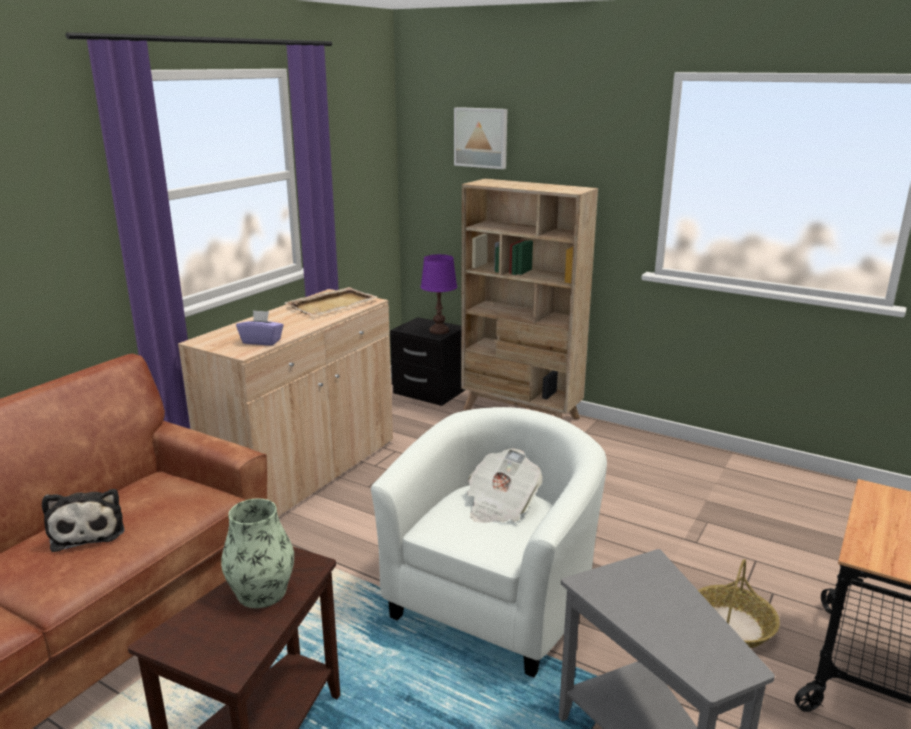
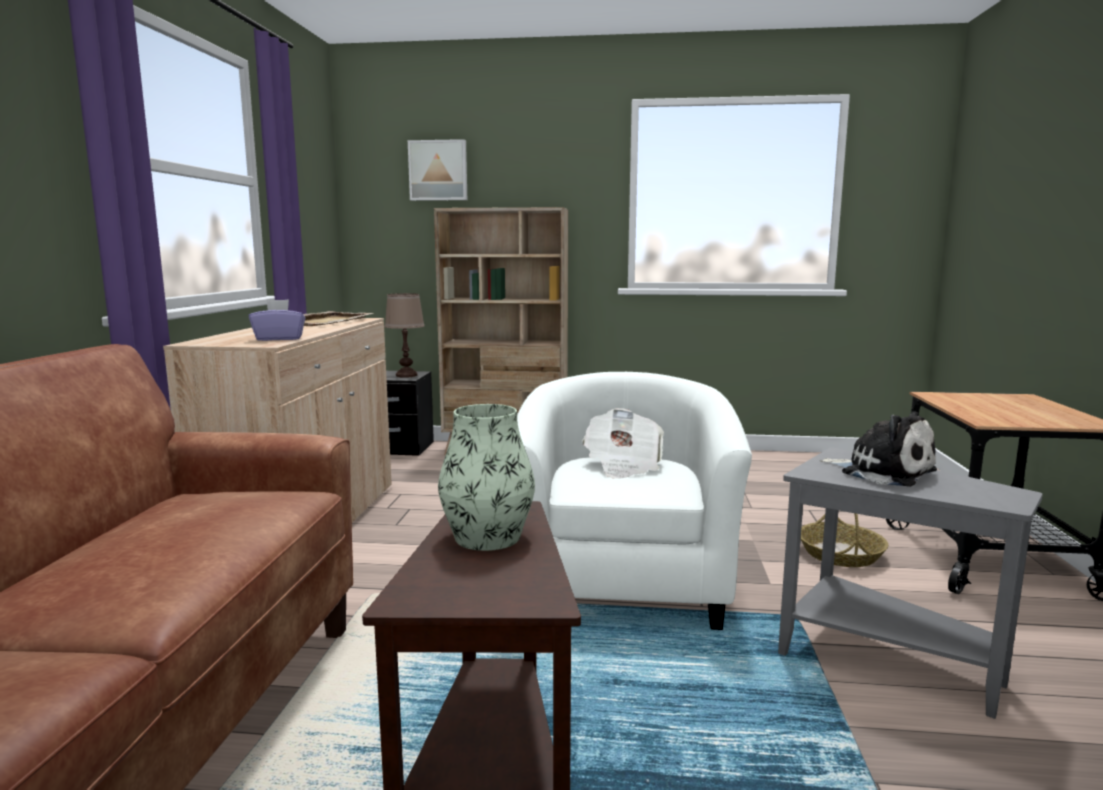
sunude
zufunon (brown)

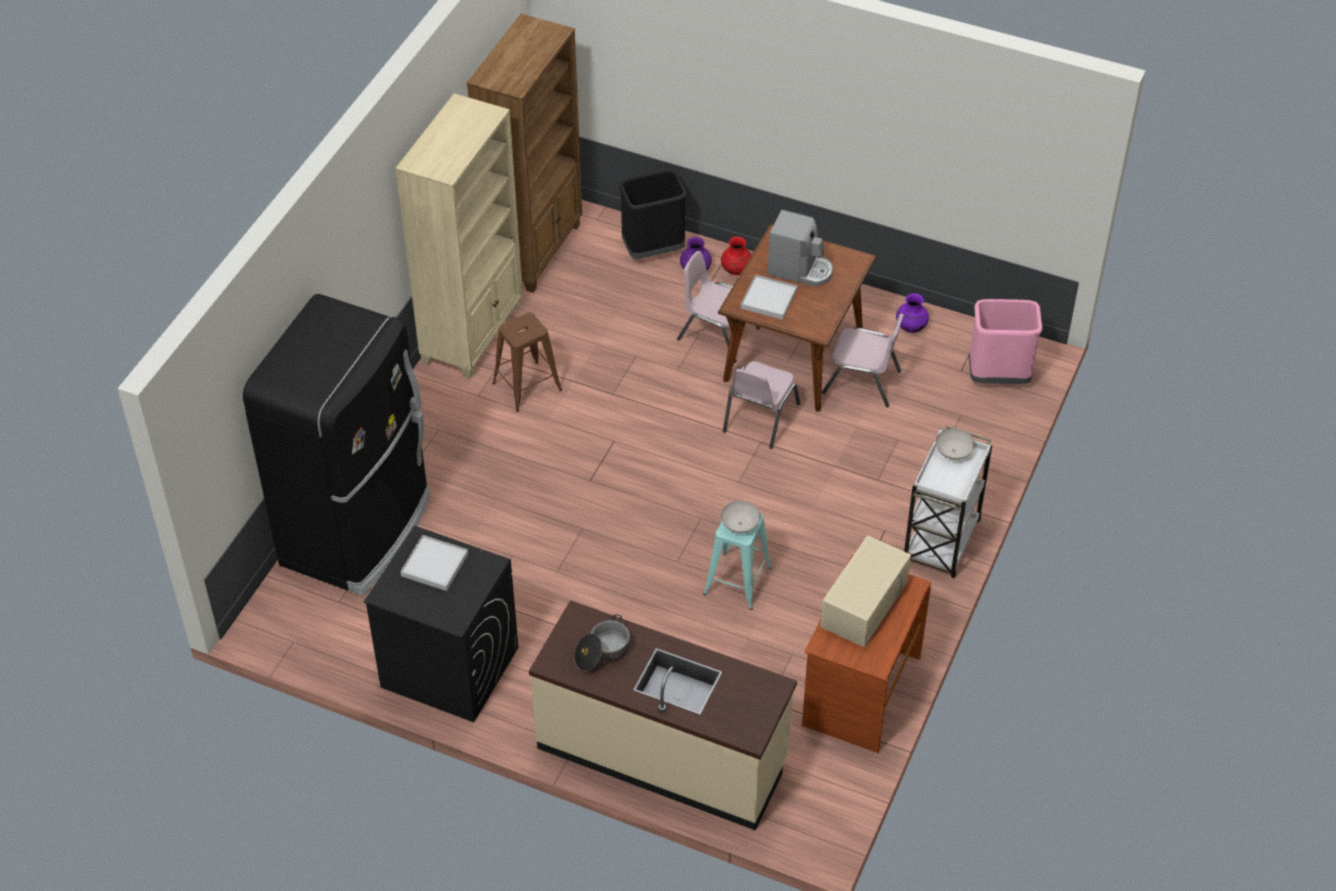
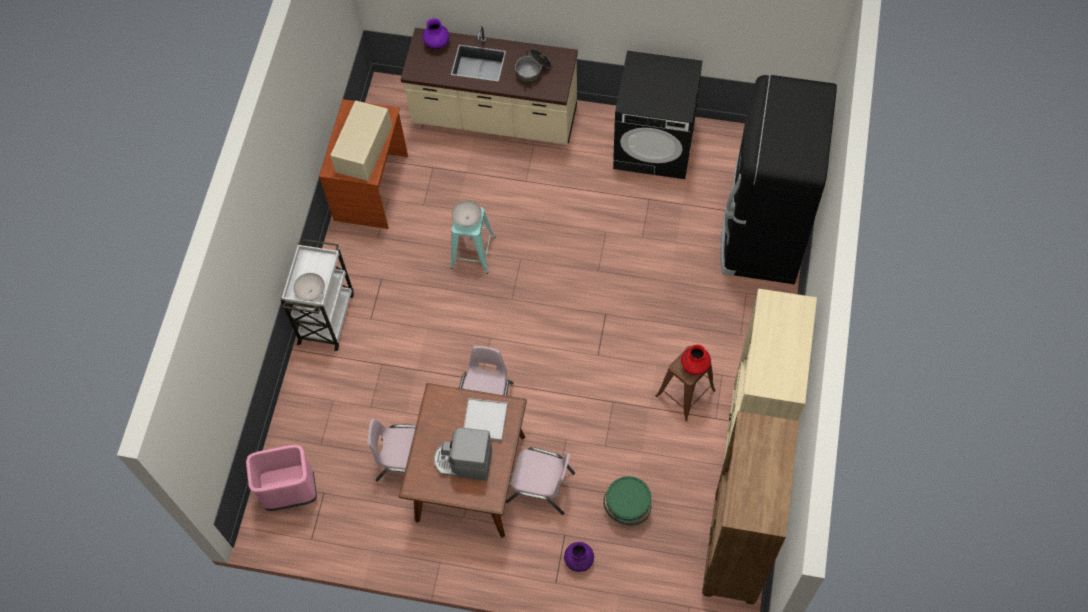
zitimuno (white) (no. 1 from left in the first image)
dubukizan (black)
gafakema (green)
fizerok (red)
fizerok (purple) (no. 1 from left)

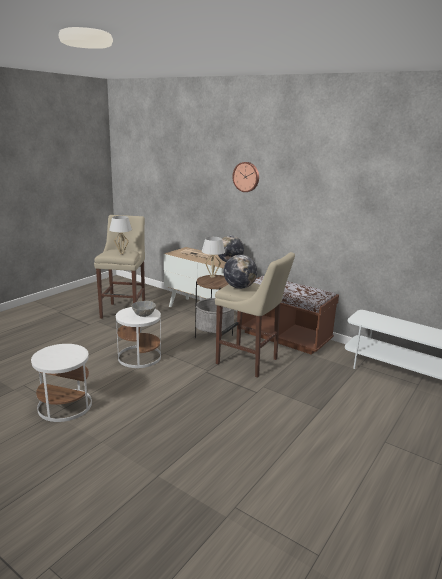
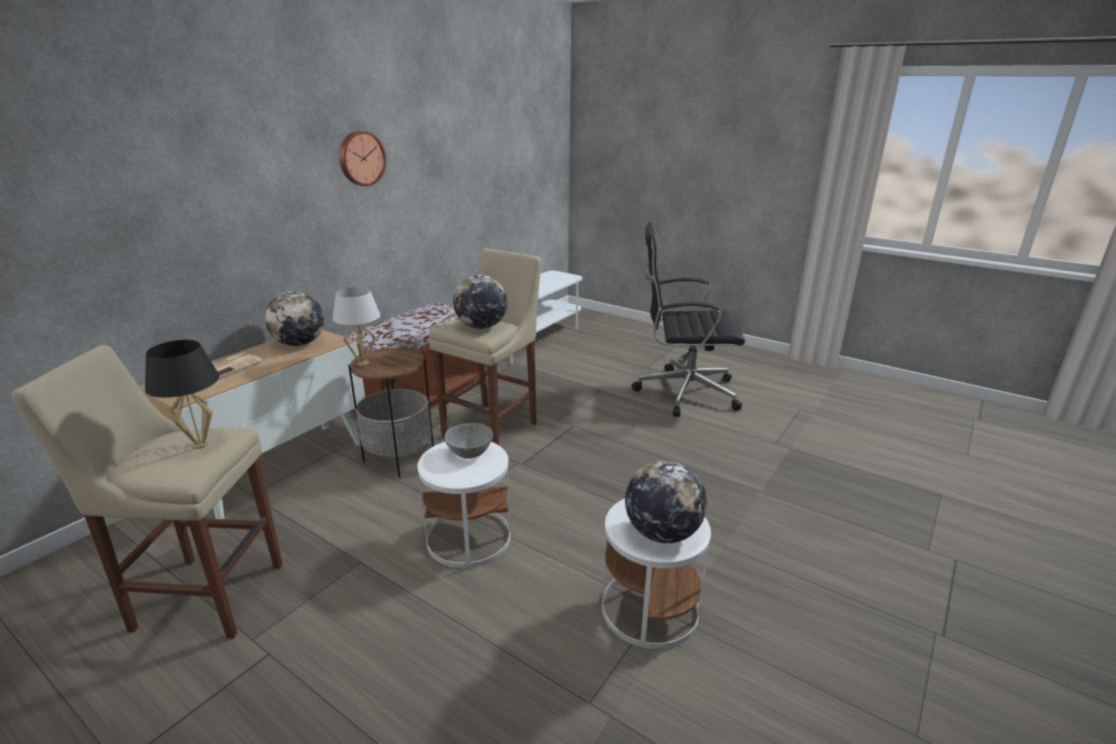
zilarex (no. 3 from left)
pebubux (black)
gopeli
zufunon (black)

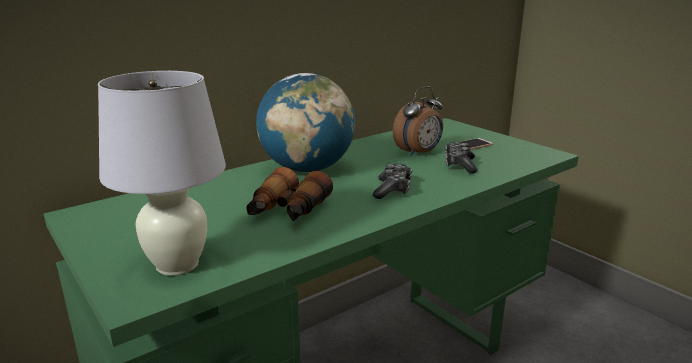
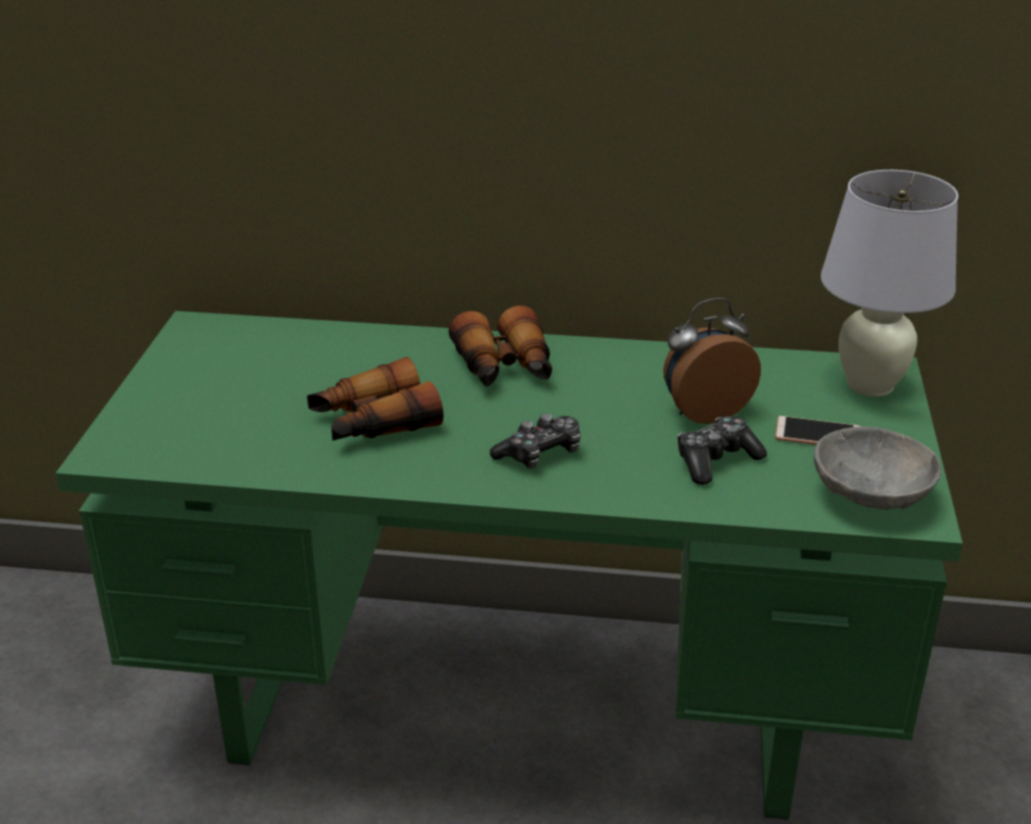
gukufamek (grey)
zufunon (white)
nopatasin (no. 2 from left)
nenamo

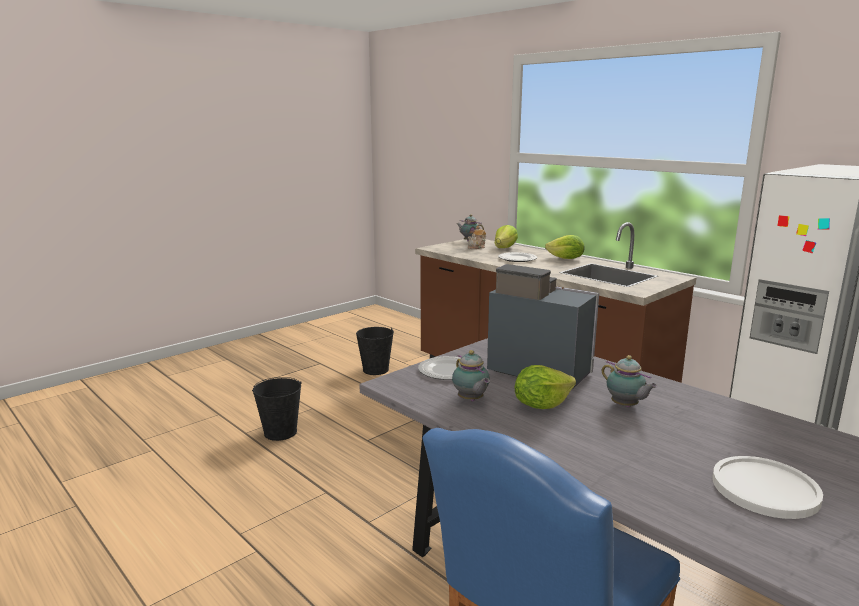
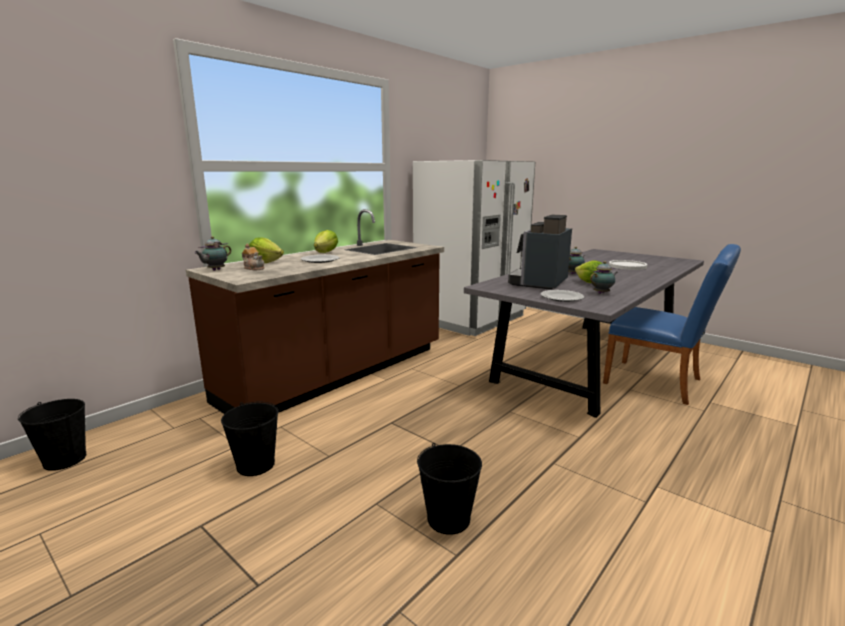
gafakema (black) (no. 1 from left)

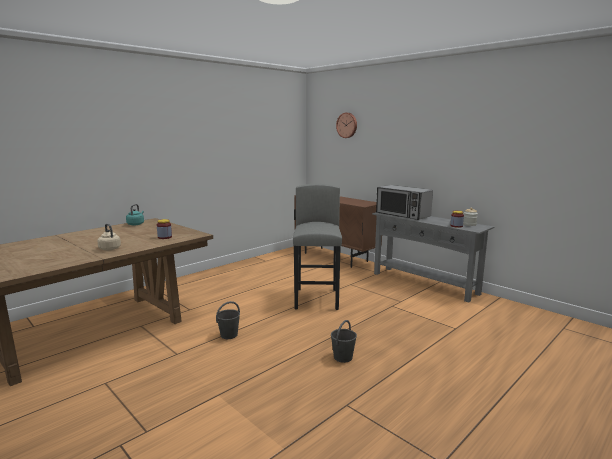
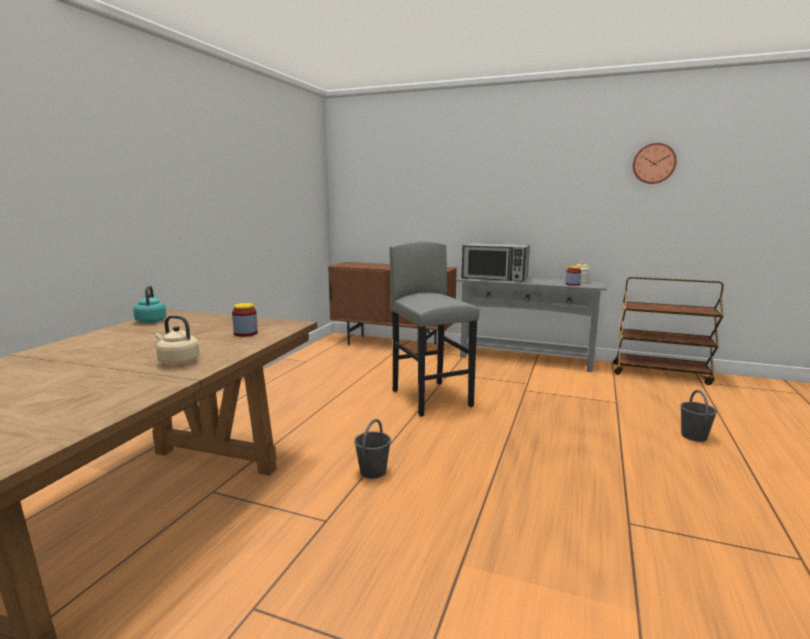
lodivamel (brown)
gafakema (grey) (no. 2 from left)
gopeli

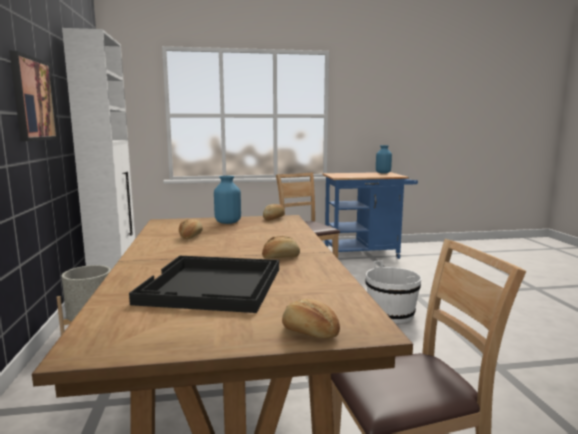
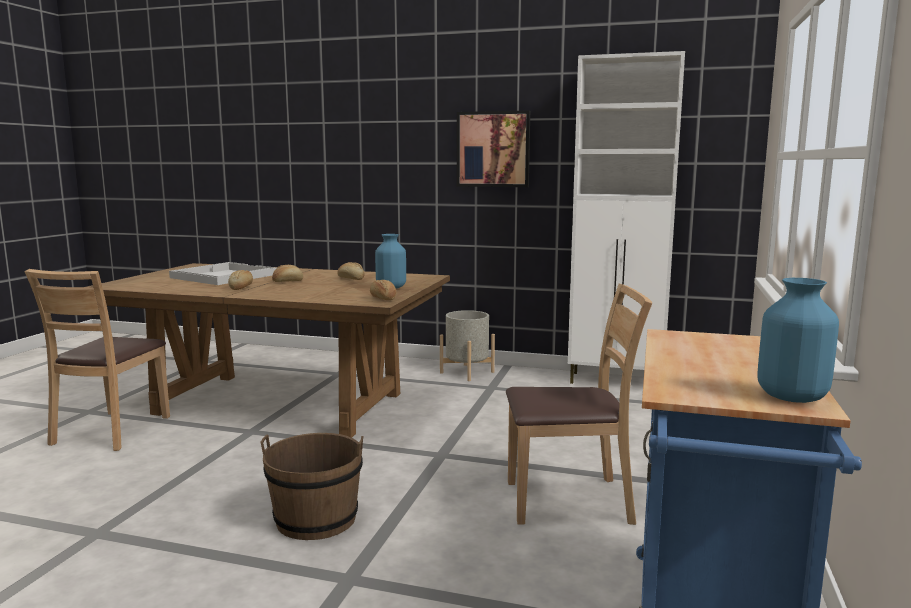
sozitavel (no. 2 from left)
zitimuno (white)
gafakema (brown)

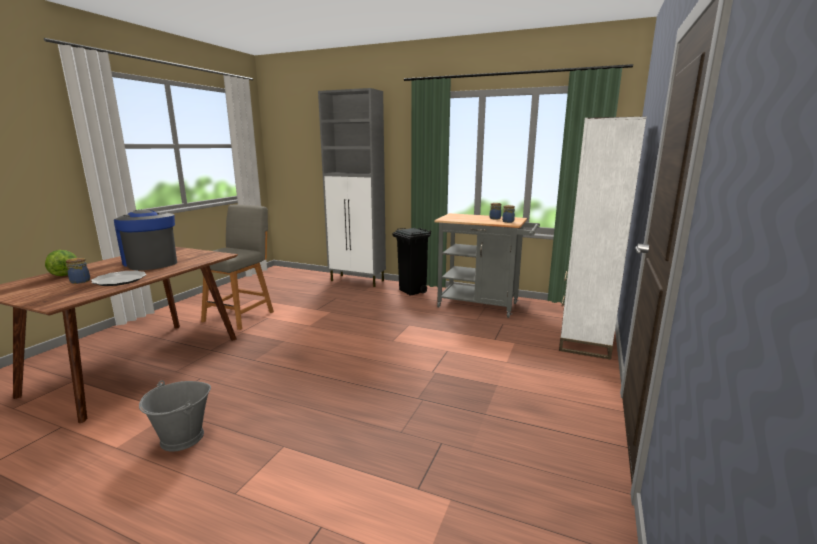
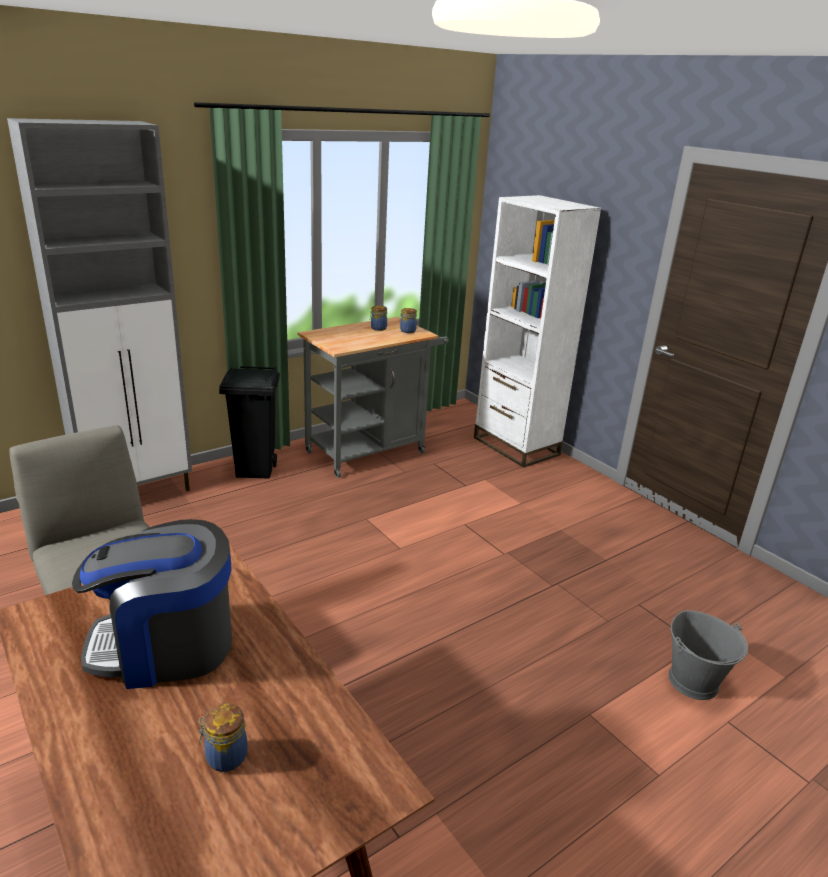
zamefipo
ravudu
gafakema (grey)

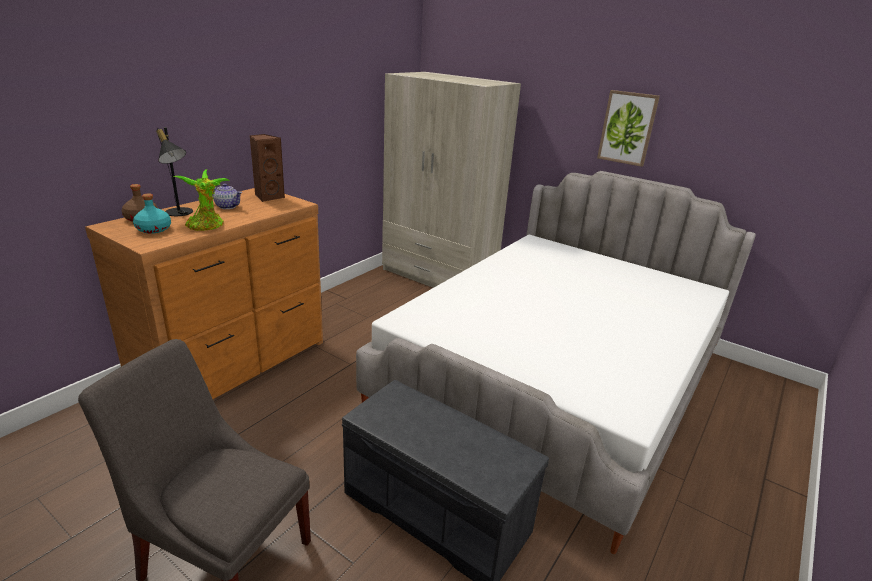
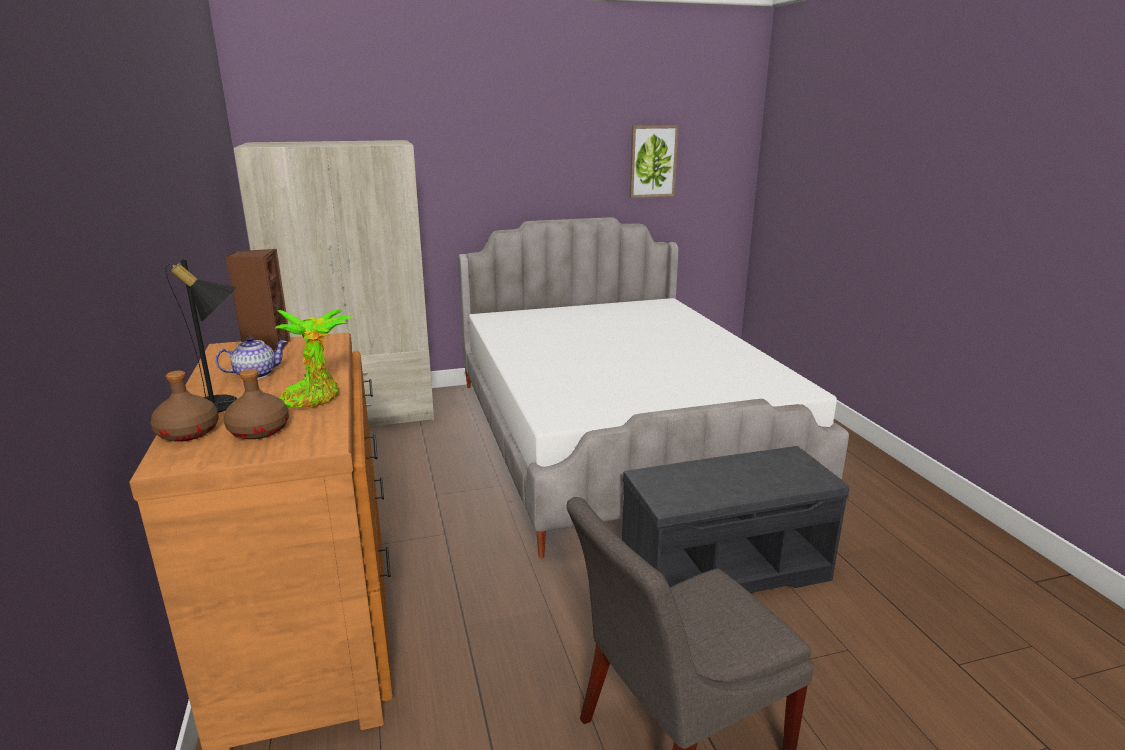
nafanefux
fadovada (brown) (no. 2 from left)

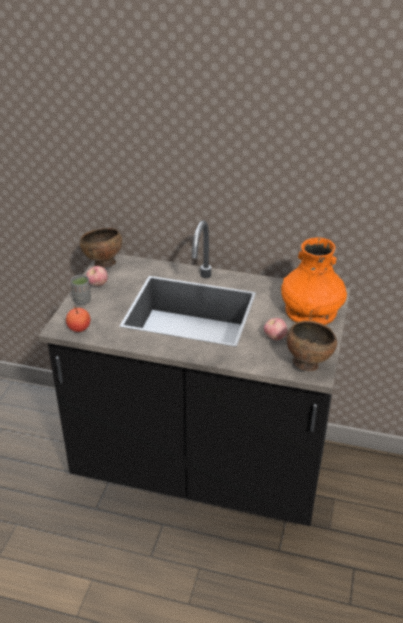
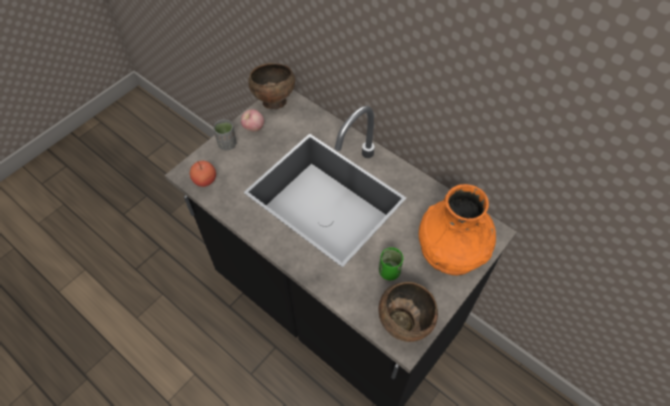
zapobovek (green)

